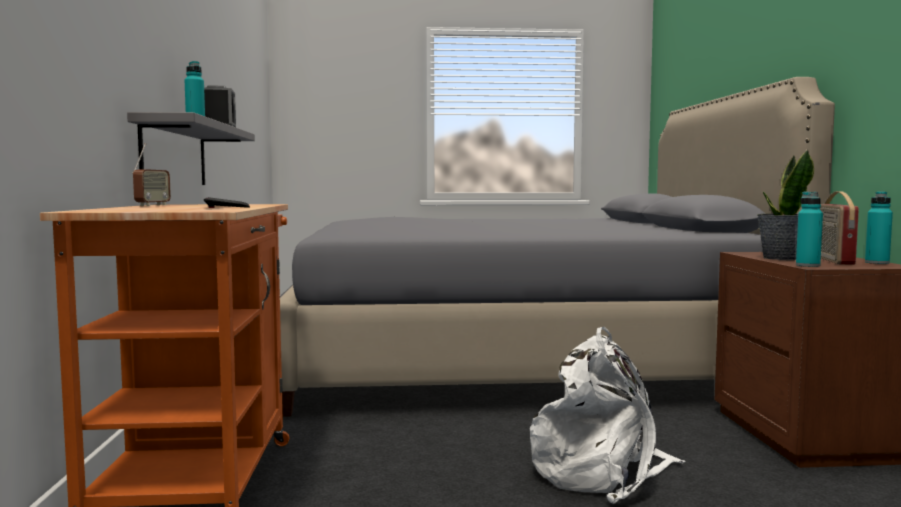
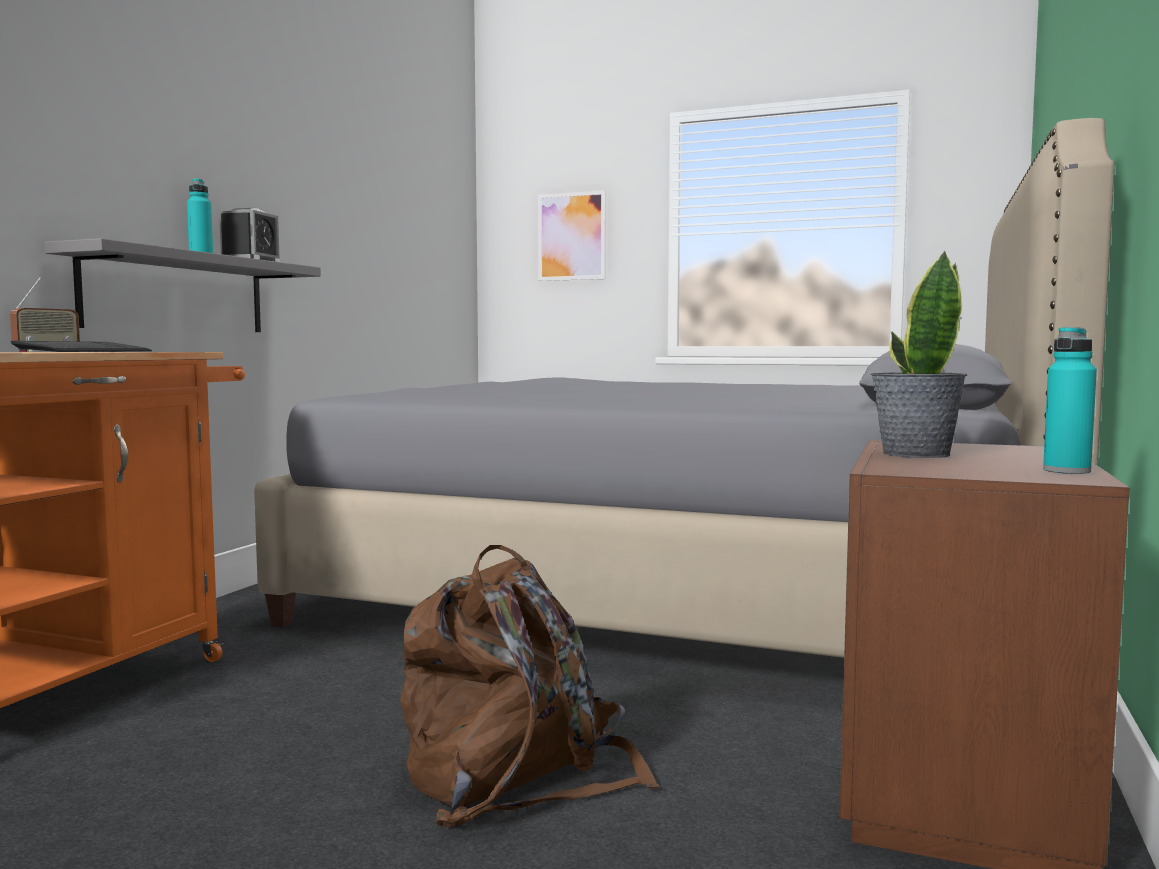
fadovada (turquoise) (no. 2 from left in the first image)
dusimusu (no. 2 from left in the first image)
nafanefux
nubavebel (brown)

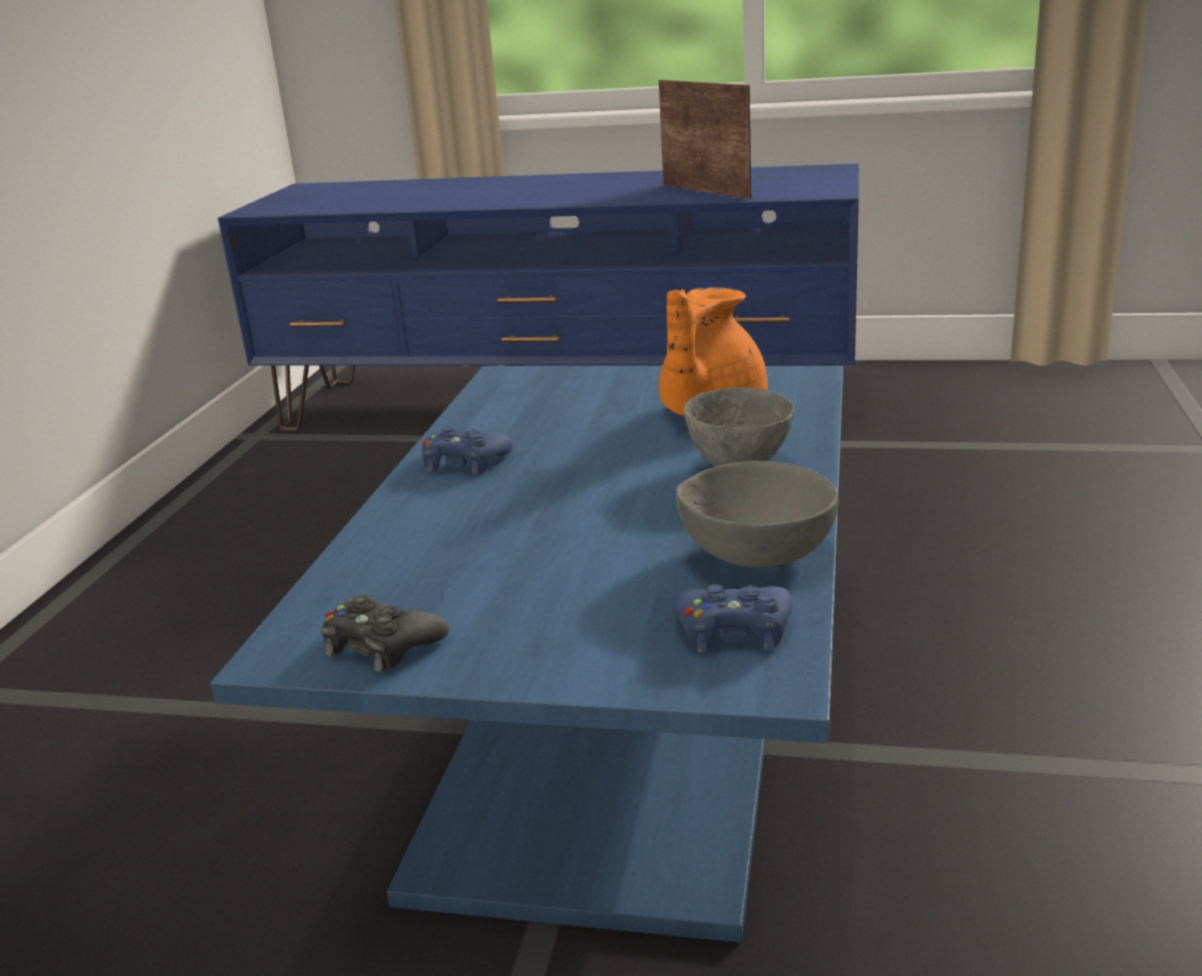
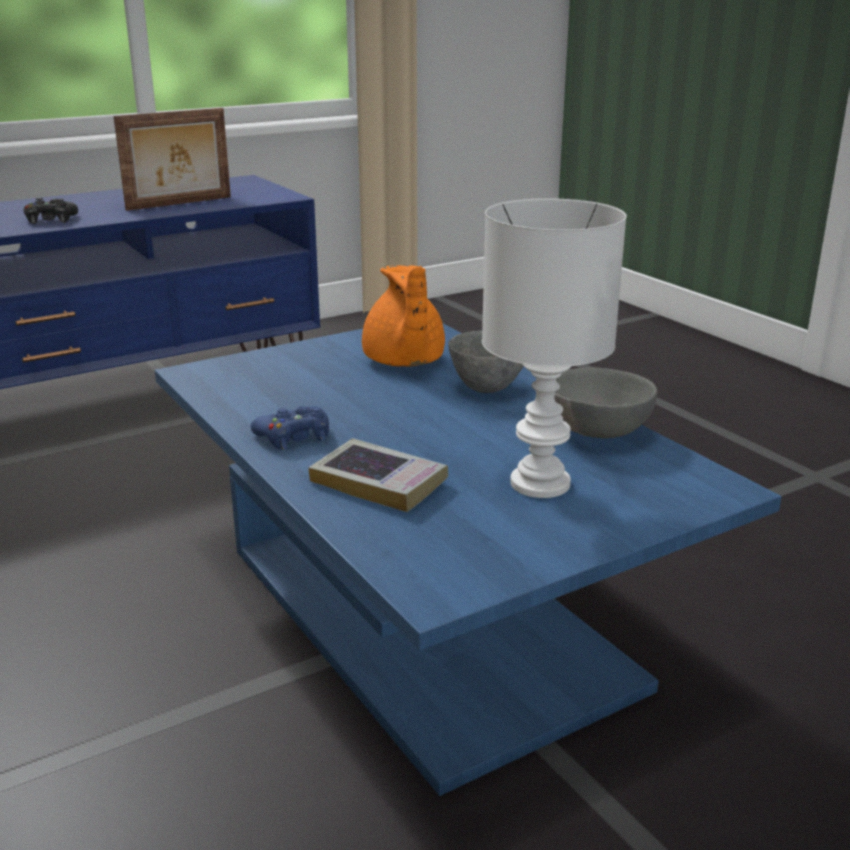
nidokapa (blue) (no. 2 from left in the first image)
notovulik
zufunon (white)
nidokapa (black)
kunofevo

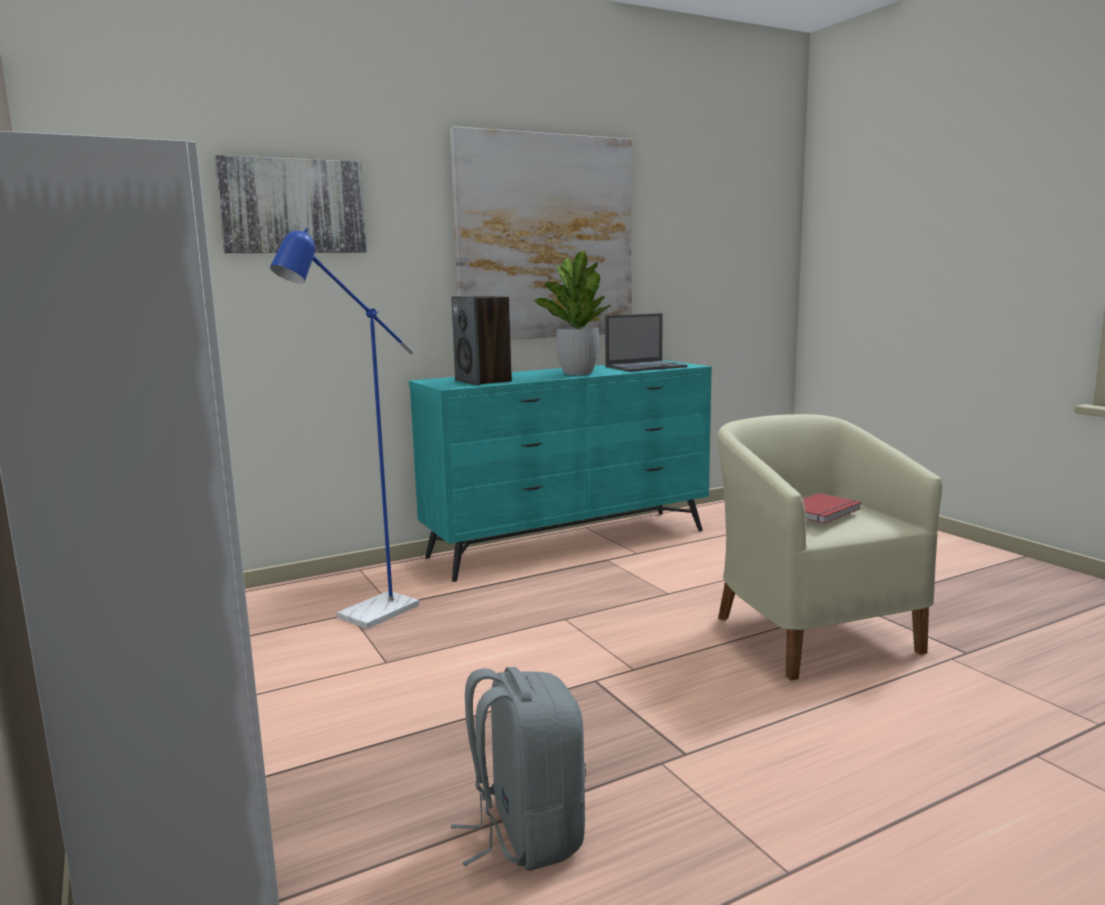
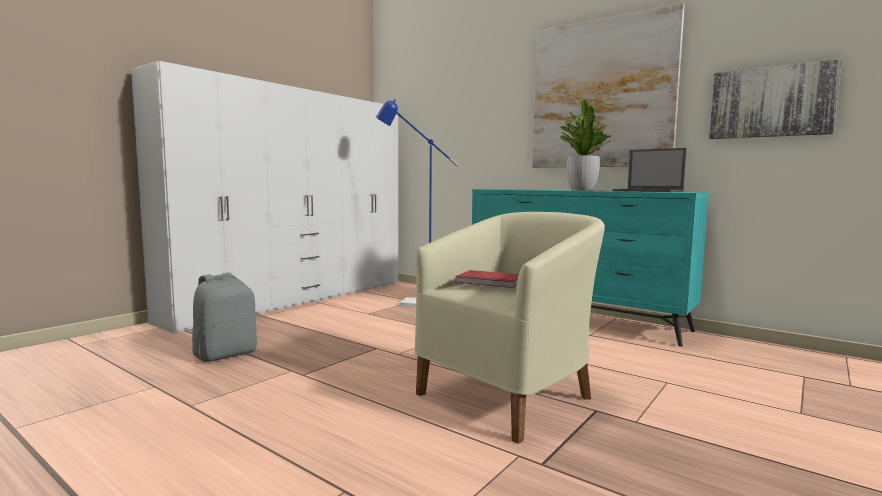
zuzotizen
nafanefux (no. 2 from left)

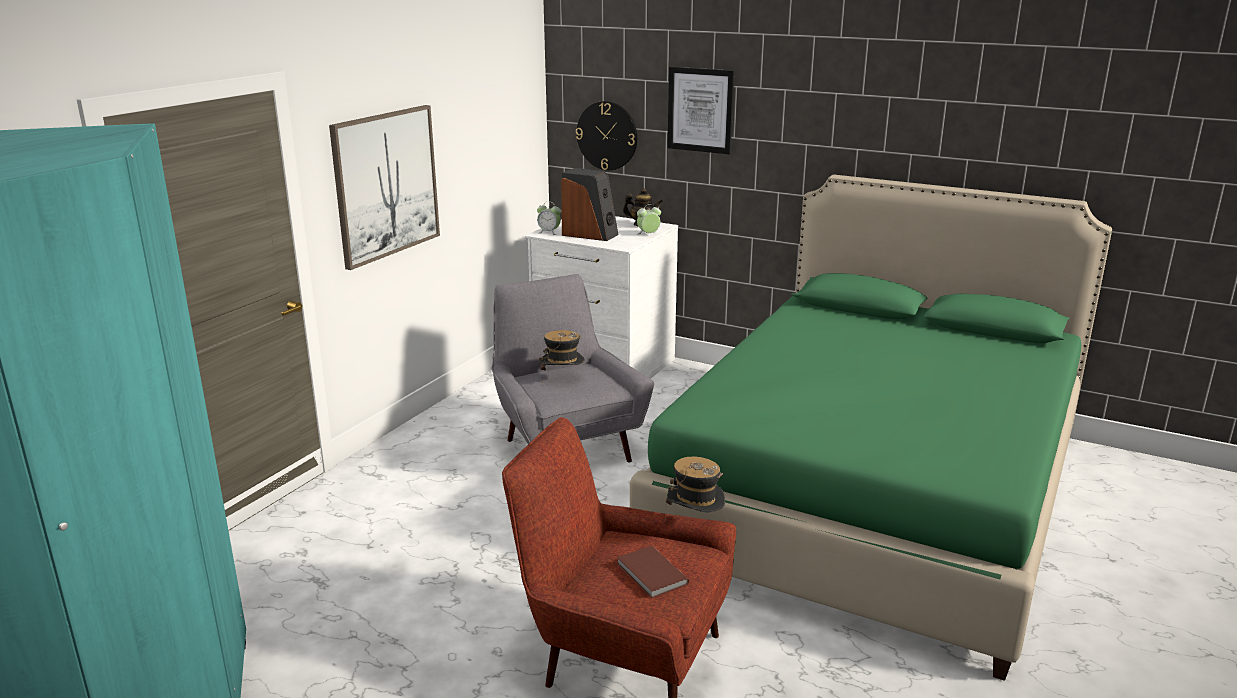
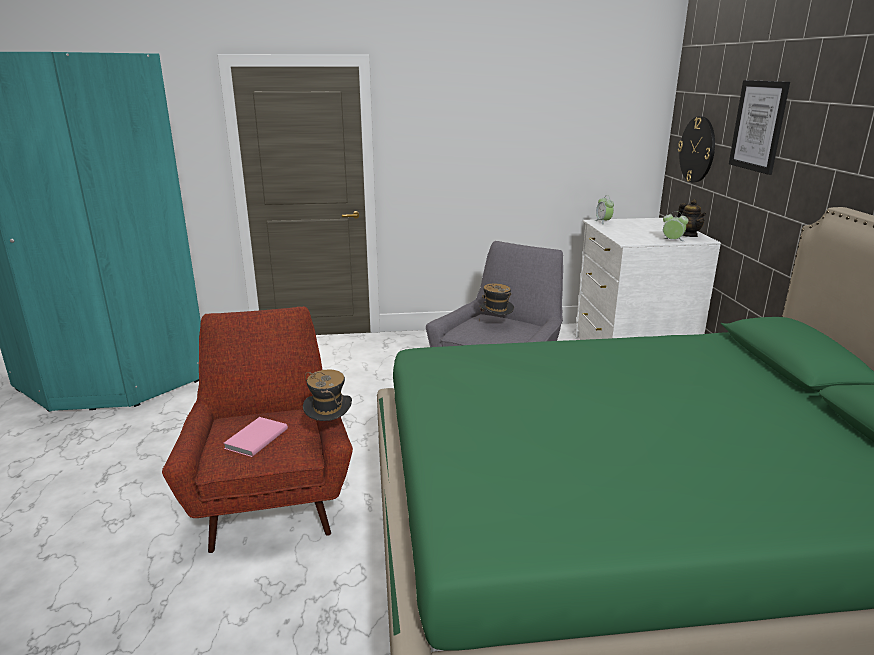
nafanefux (no. 1 from left in the first image)
zuzotizen
notovulik (pink)

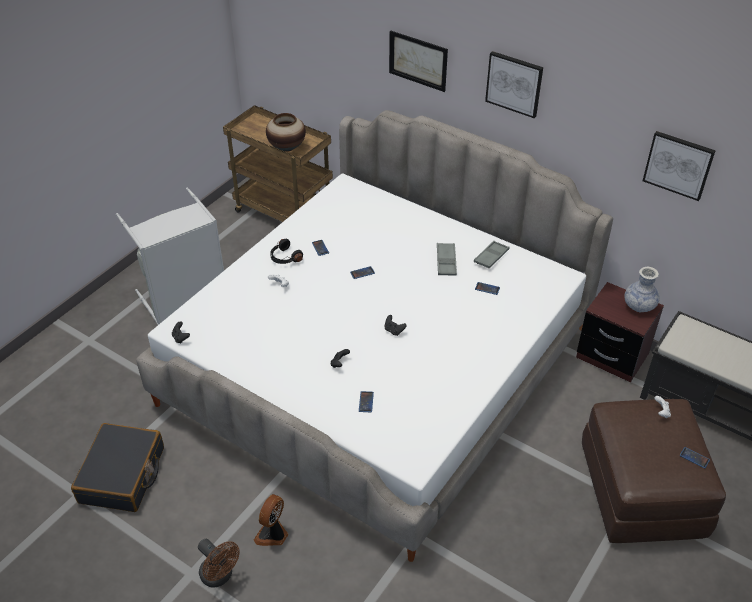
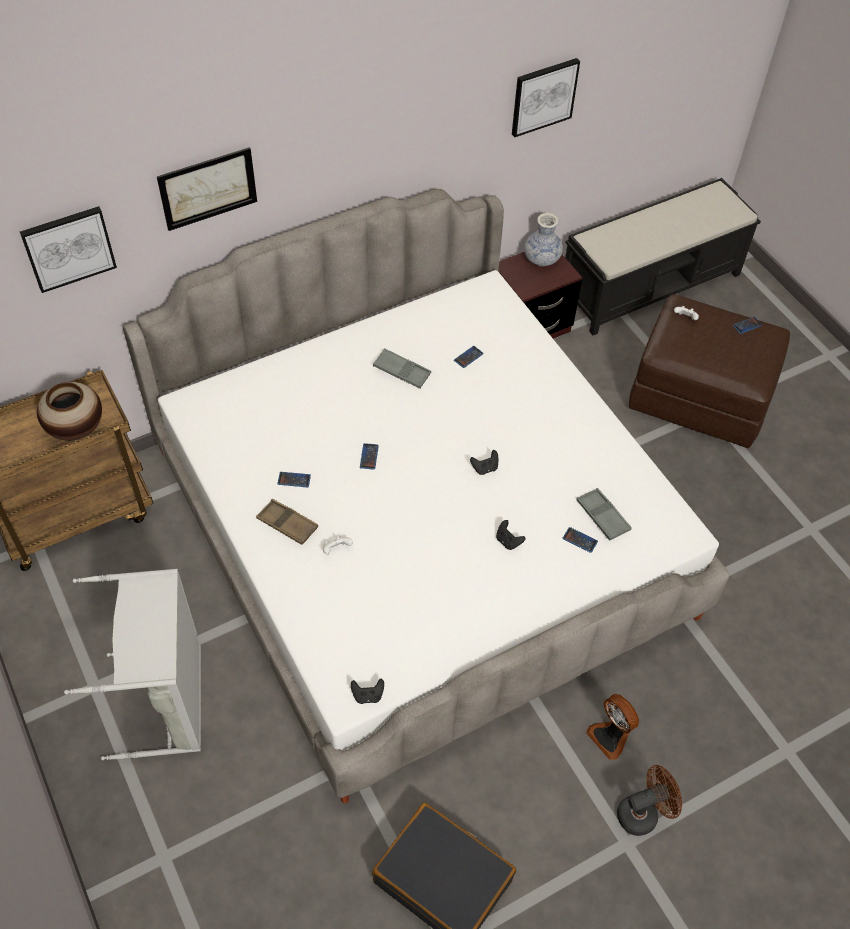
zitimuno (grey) (no. 2 from left)
nafanefux (no. 1 from left)
zitimuno (brown)

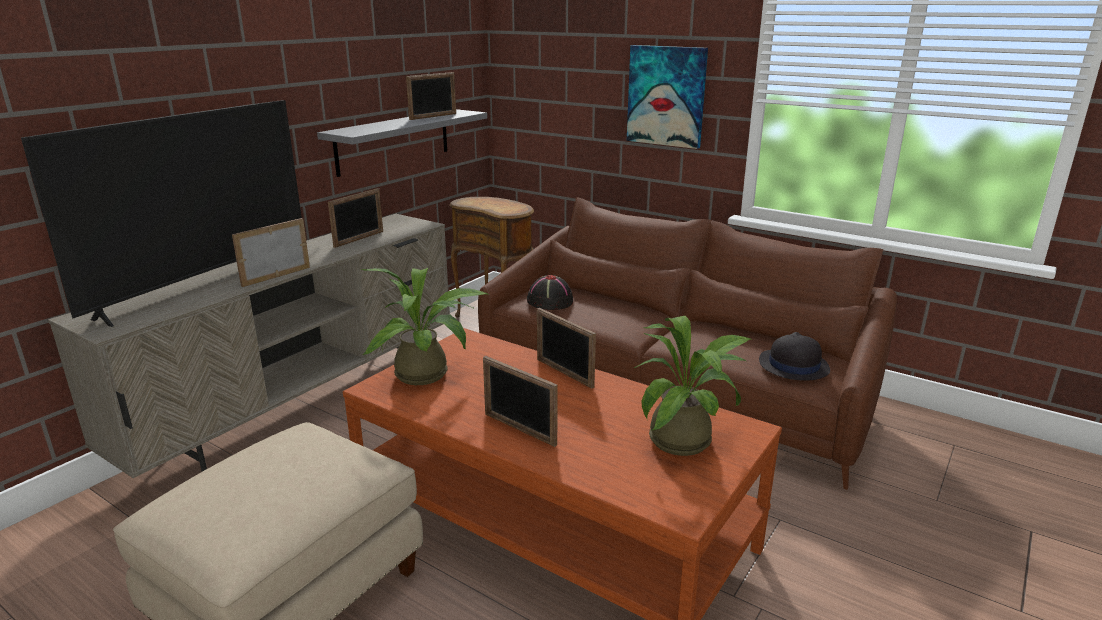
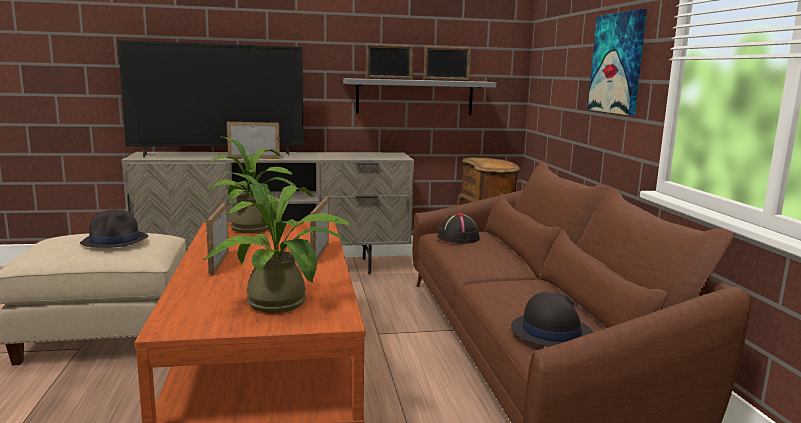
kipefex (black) (no. 1 from left)
kunofevo (no. 4 from left)

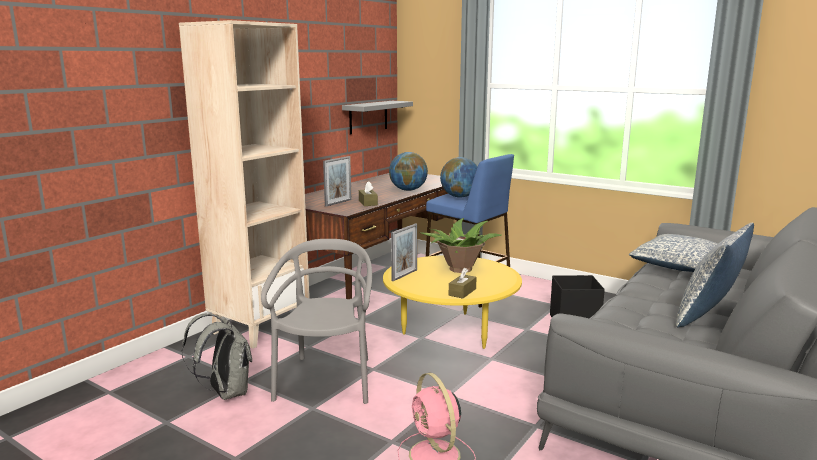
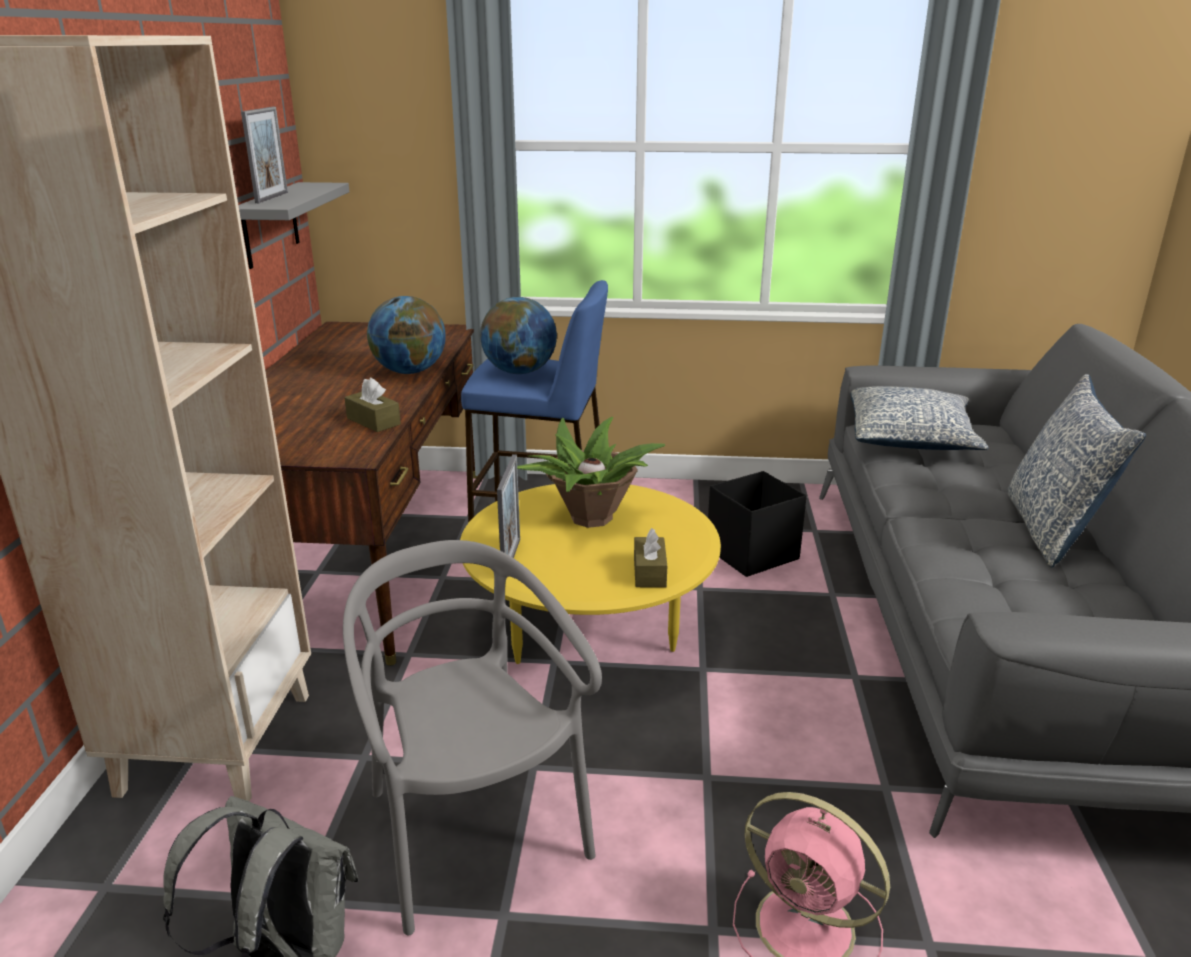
kunofevo (no. 1 from left)

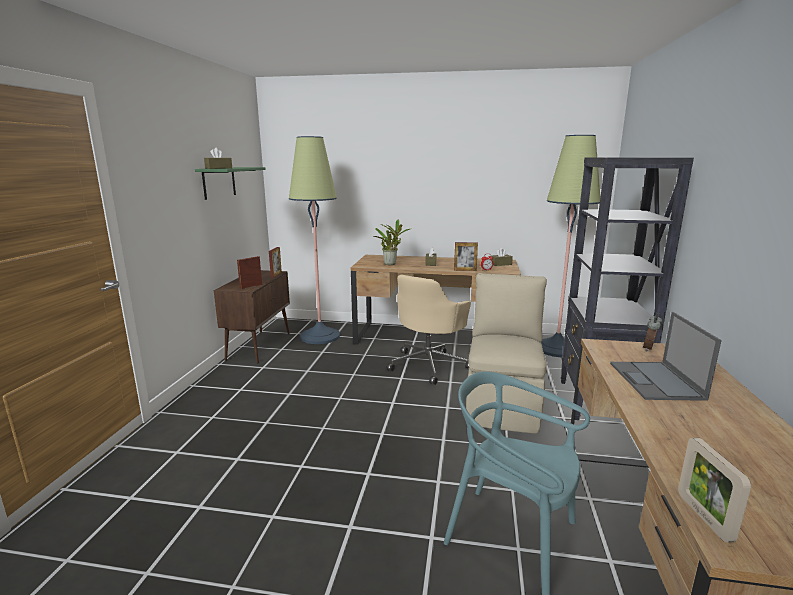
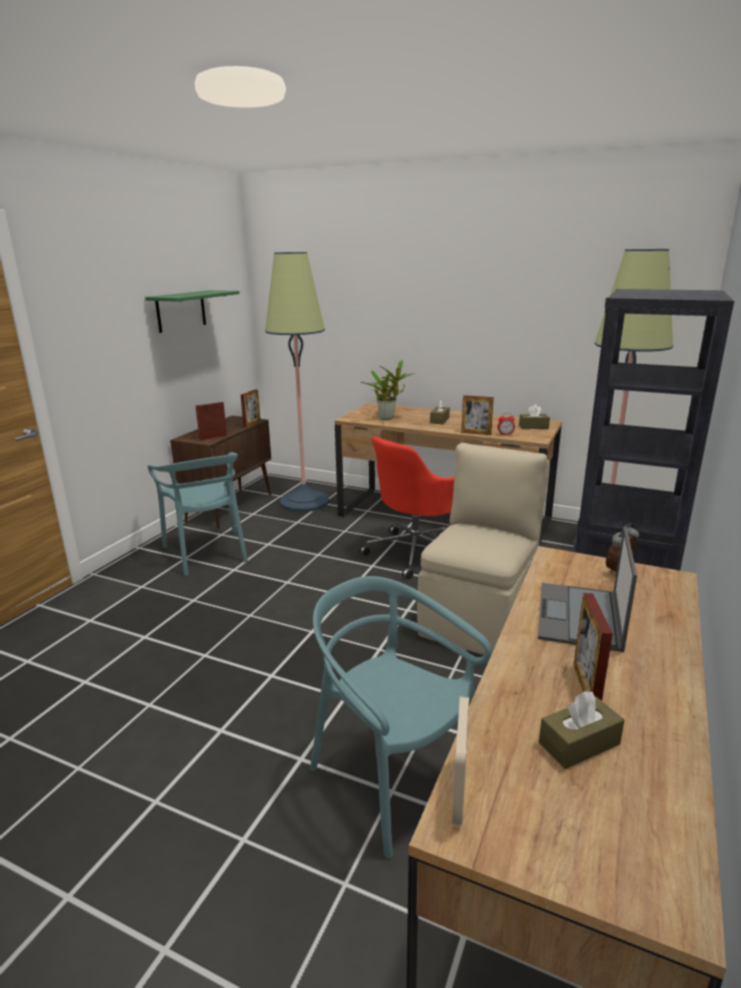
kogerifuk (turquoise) (no. 1 from left)
kunofevo (no. 5 from left)
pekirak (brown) (no. 3 from left)
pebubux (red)

